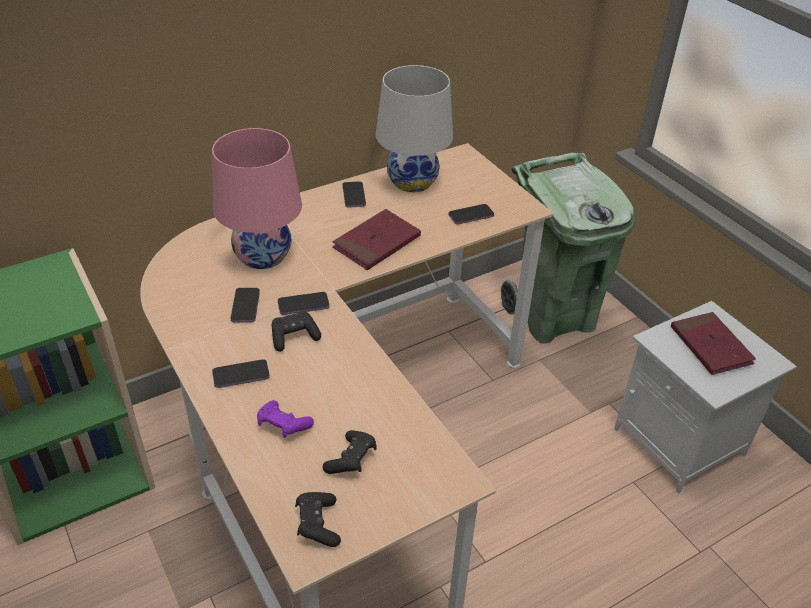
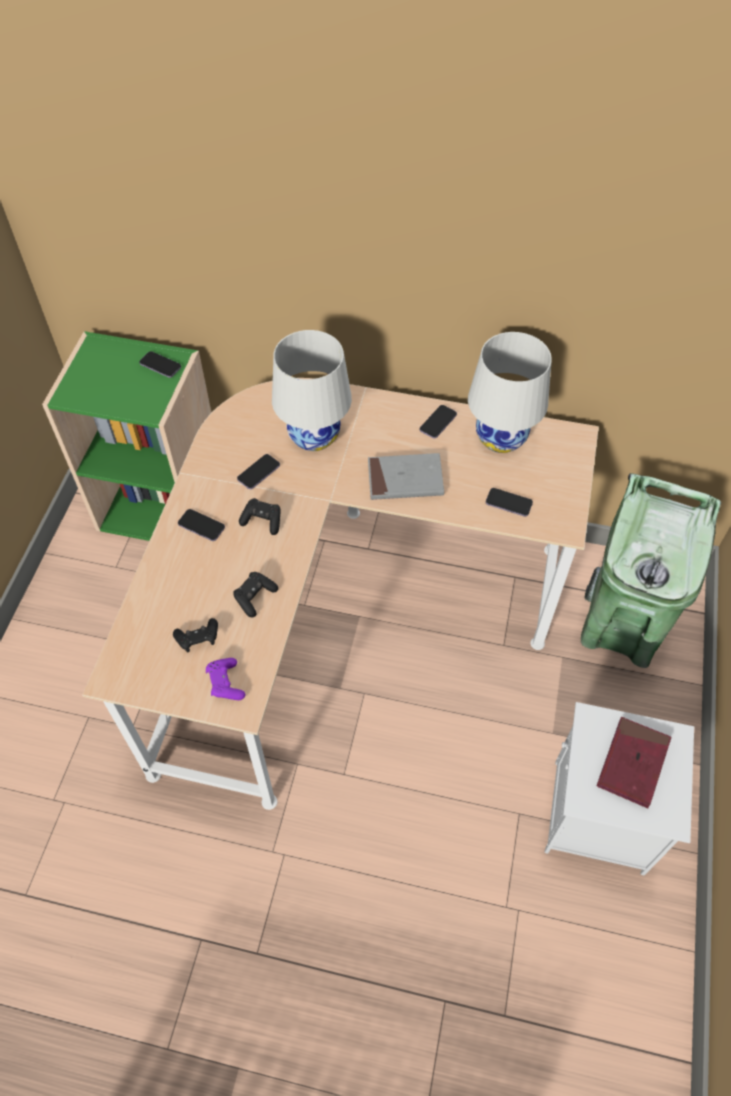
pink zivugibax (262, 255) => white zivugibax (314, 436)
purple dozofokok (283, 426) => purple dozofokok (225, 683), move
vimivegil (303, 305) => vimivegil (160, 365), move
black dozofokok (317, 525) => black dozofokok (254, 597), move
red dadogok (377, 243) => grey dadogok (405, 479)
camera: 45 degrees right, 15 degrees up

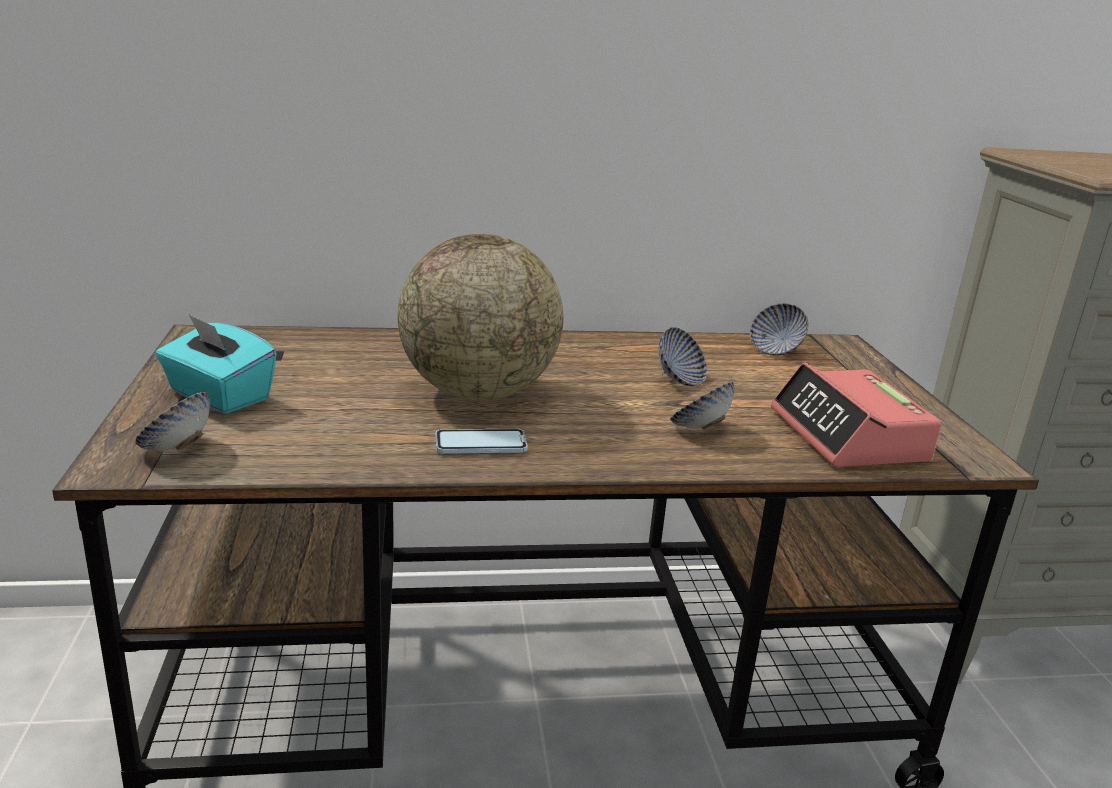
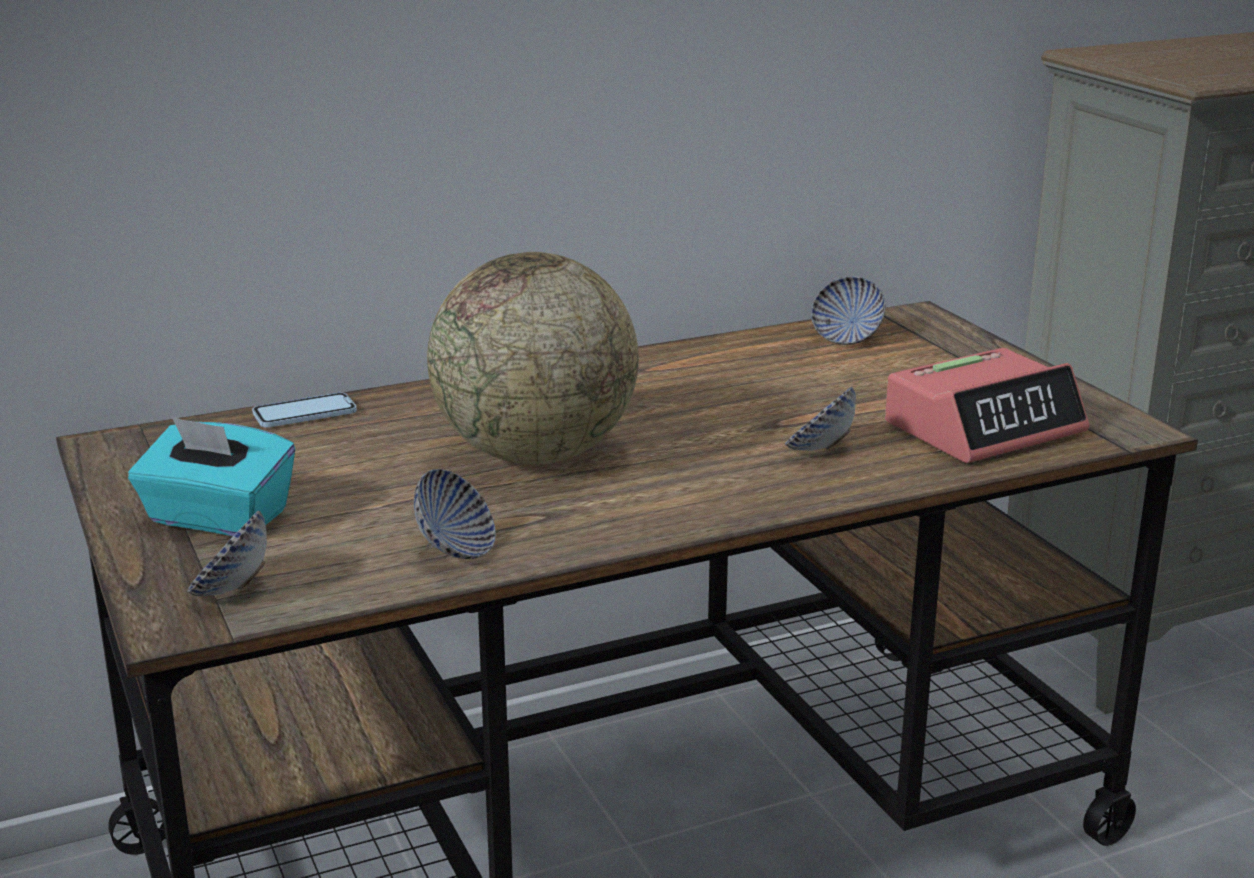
vimivegil (481, 444) => vimivegil (305, 414), move
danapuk (679, 380) => danapuk (455, 549), move
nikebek (848, 436) => nikebek (984, 427), 90 degrees counterclockwise
camera: 15 degrees left, 0 degrees up

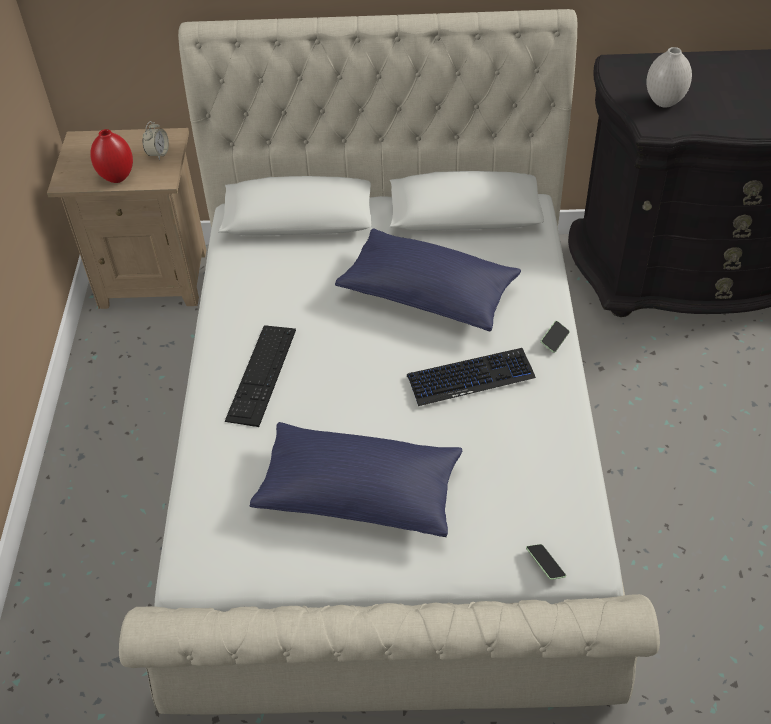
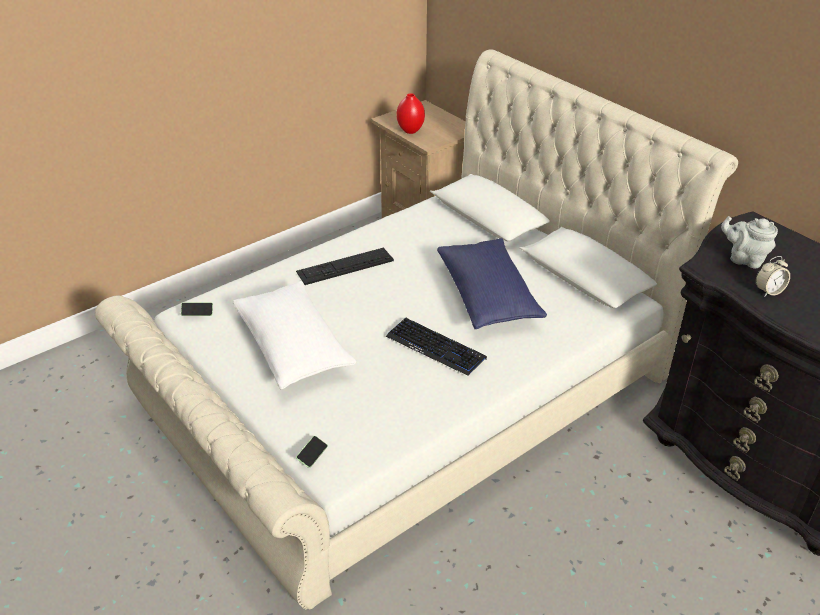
nikebek (158, 154) => nikebek (768, 291), move
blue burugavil (359, 494) => white burugavil (293, 347)
vimivegil (554, 340) => vimivegil (197, 312), move
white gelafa (664, 102) => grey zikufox (744, 259)
camera: 50 degrees right, 10 degrees down

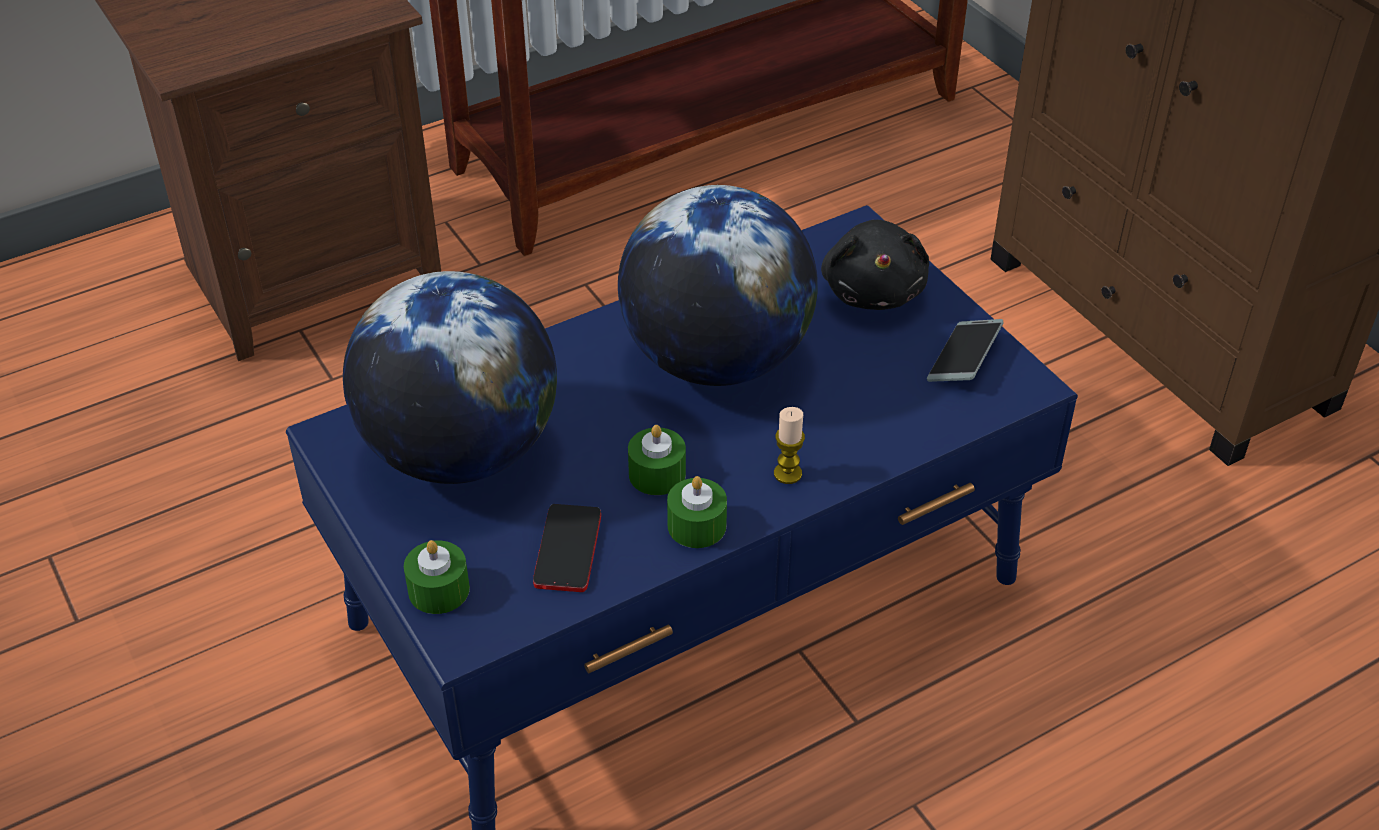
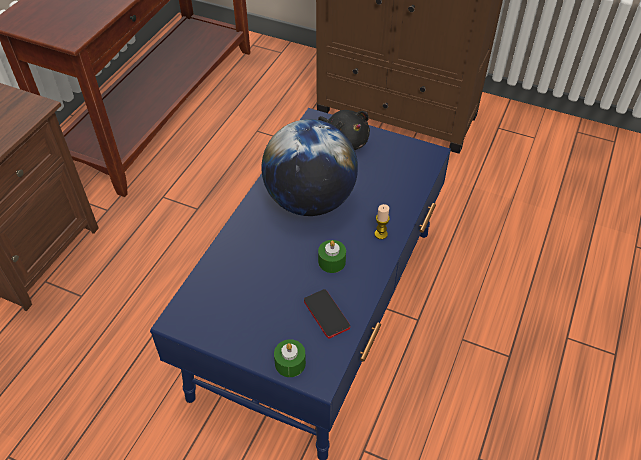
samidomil (460, 452) => nothing
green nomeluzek (697, 525) => nothing
vimivegil (964, 358) => nothing
camera: 35 degrees left, 5 degrees up

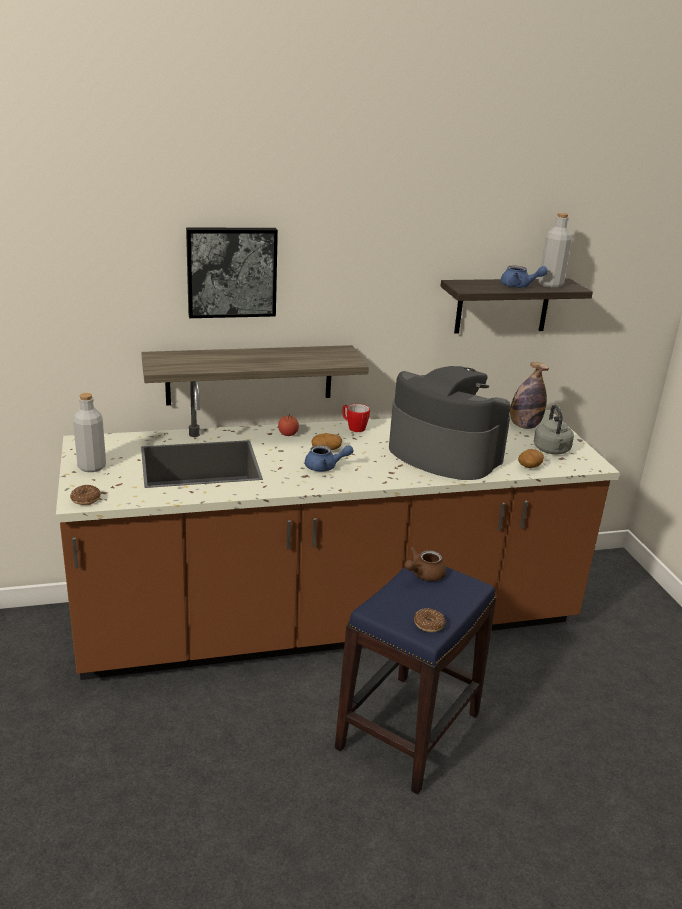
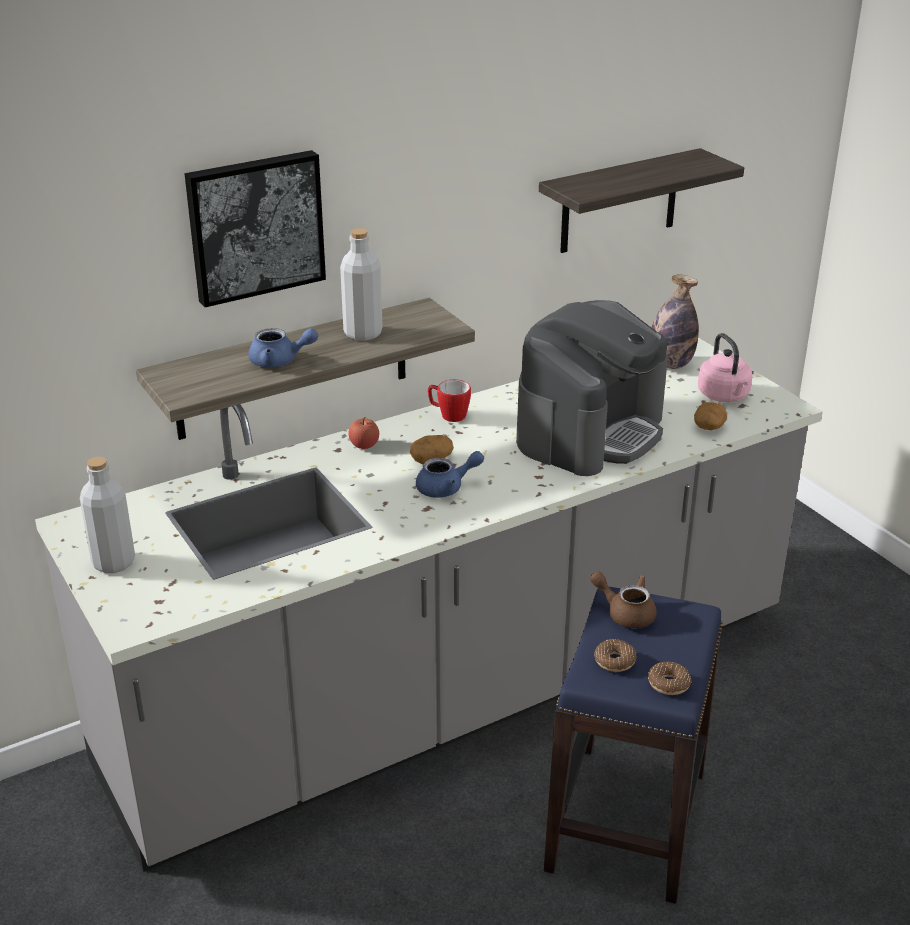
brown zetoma (330, 622) => grey zetoma (455, 692)
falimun (86, 499) => falimun (614, 661), move
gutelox (443, 454) => gutelox (590, 431), 105 degrees clockwise
brown zikufox (423, 574) => brown zikufox (625, 612), 90 degrees clockwise
blue zikufox (519, 286) => blue zikufox (280, 361), move
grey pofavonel (552, 451) => pink pofavonel (724, 396)
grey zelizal (550, 284) => grey zelizal (363, 333), move
camera: 15 degrees left, 5 degrees up

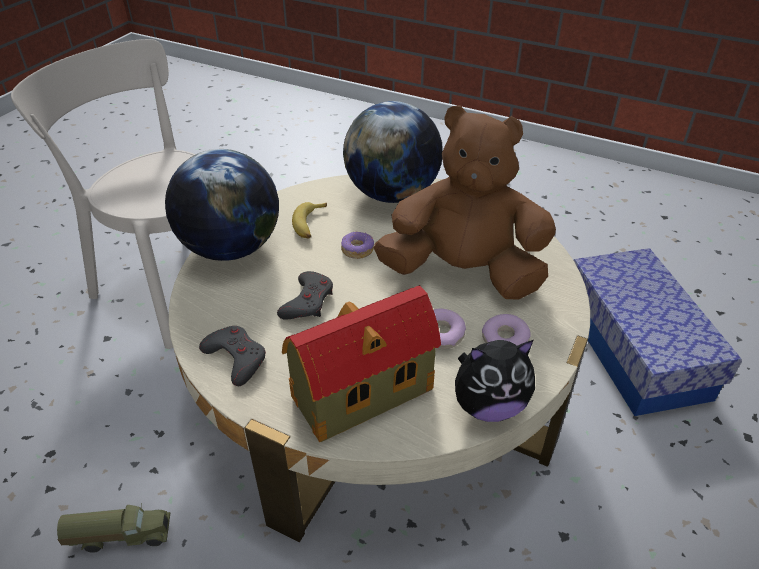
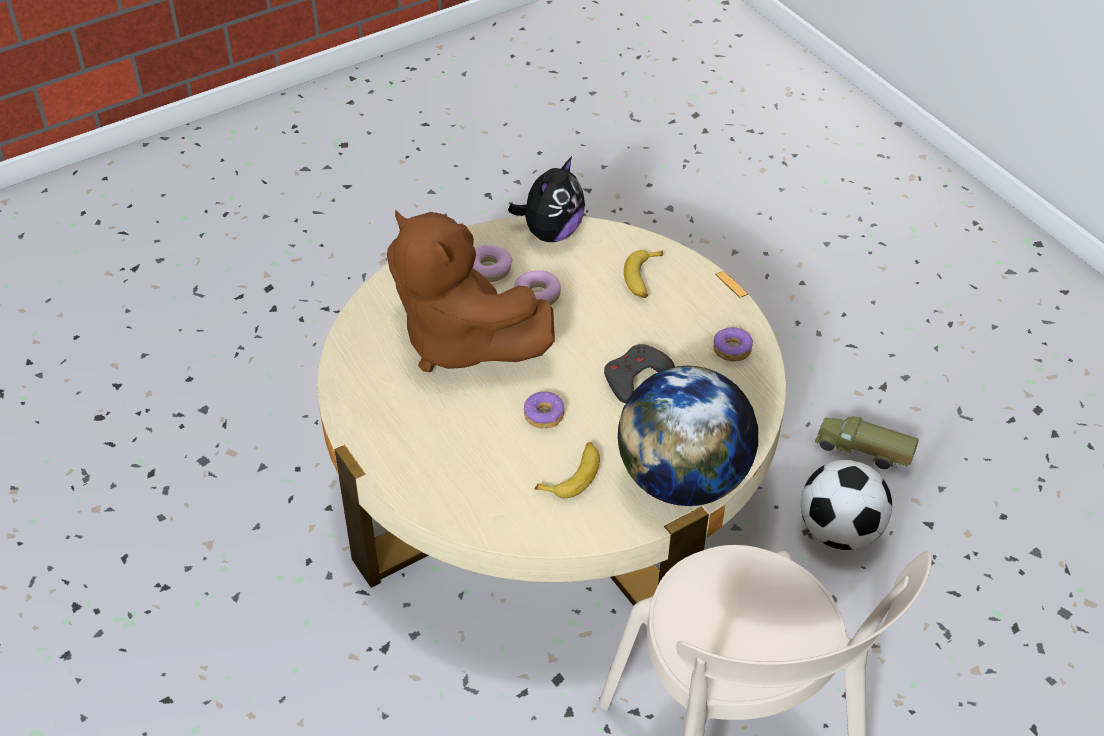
grey dozofokok (236, 358) => falimun (731, 349)
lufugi (359, 394) => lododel (643, 279)
samidomil (392, 194) => nothing
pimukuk (488, 405) => pimukuk (551, 232), 105 degrees clockwise
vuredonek (635, 349) => nothing
nothing => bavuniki (839, 531)
camera: 150 degrees left, 5 degrees up

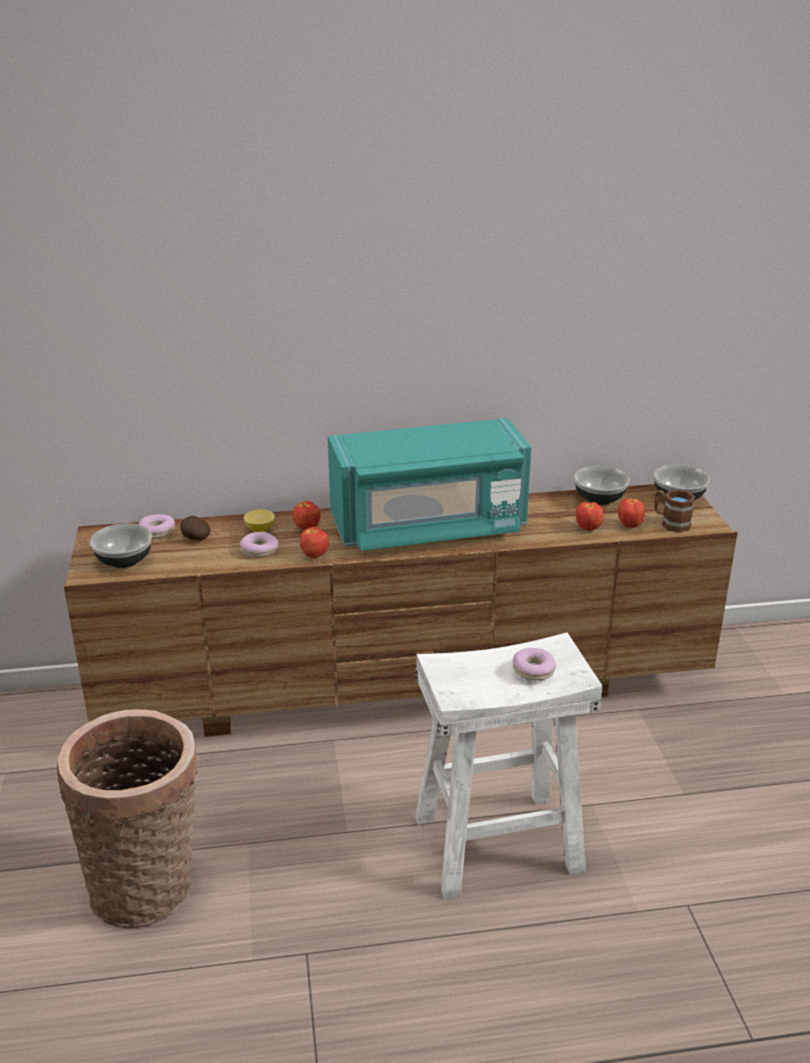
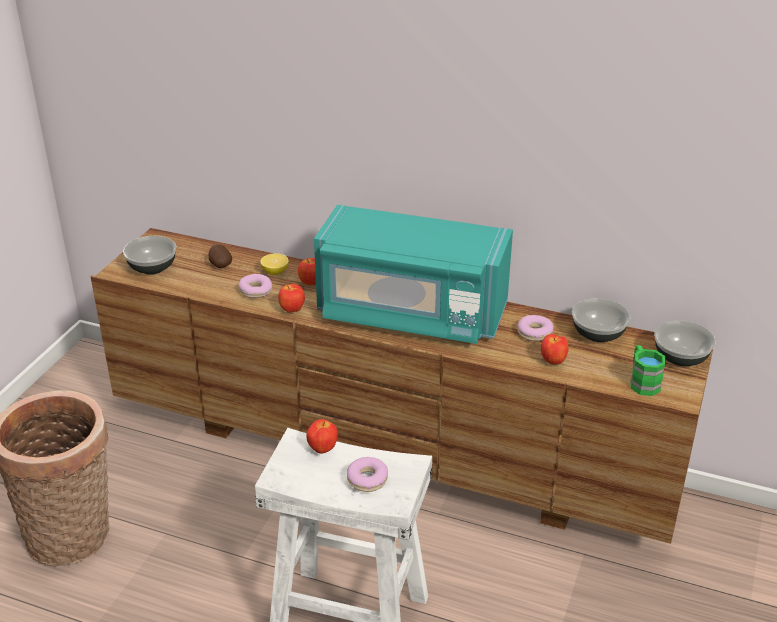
falimun (157, 531) => falimun (535, 333), move
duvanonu (629, 526) => duvanonu (322, 449), move
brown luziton (670, 522) => green luziton (642, 382)
camera: 30 degrees right, 5 degrees up

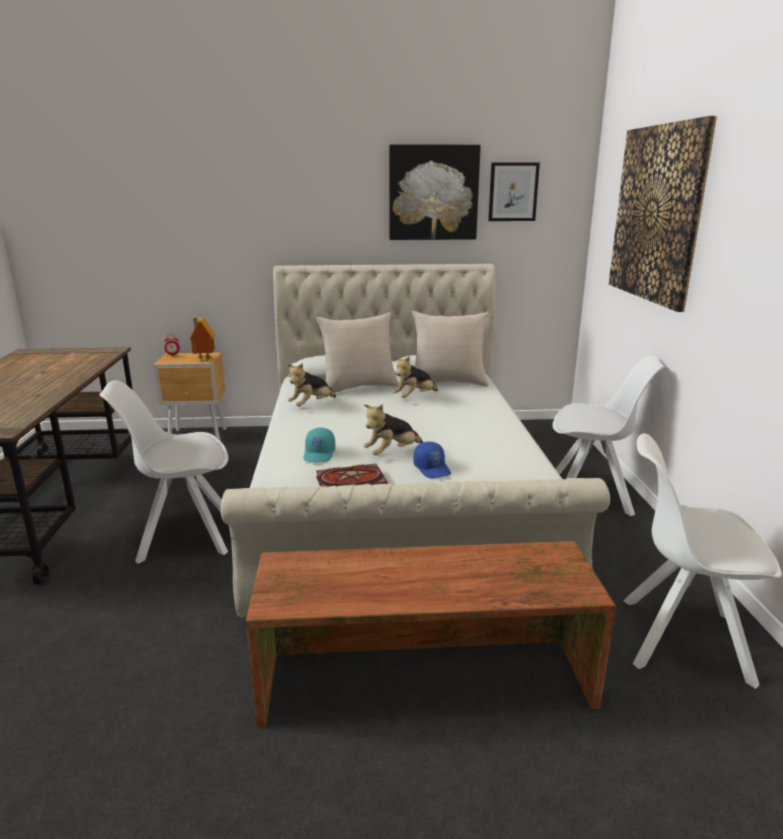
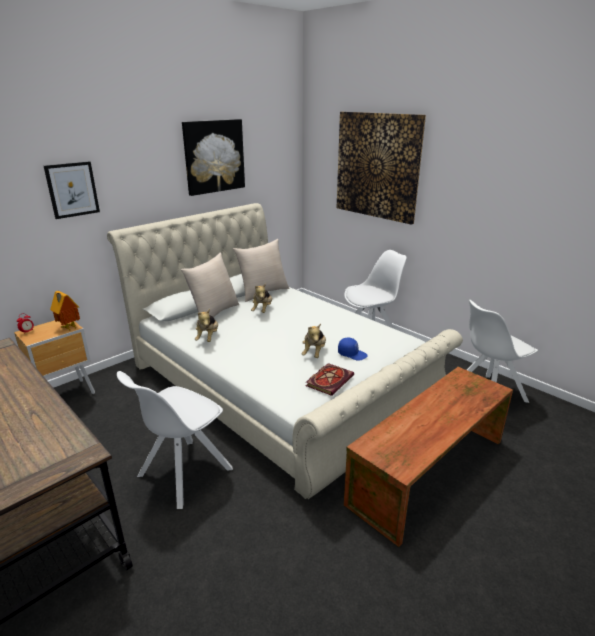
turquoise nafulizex (319, 454) => nothing
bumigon (513, 192) => bumigon (72, 189), move
camera: 40 degrees left, 5 degrees up

